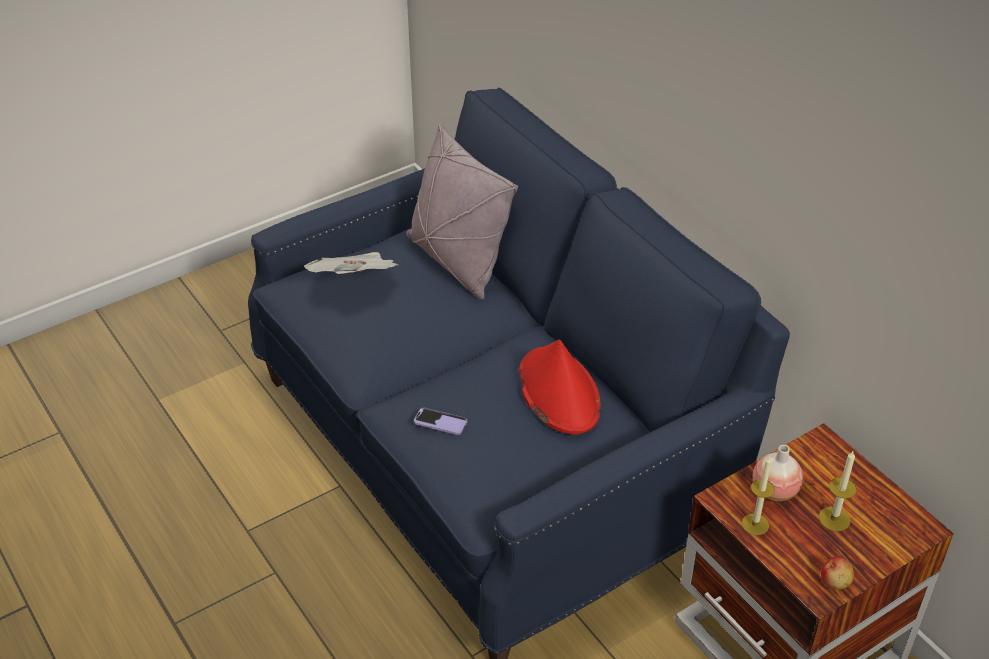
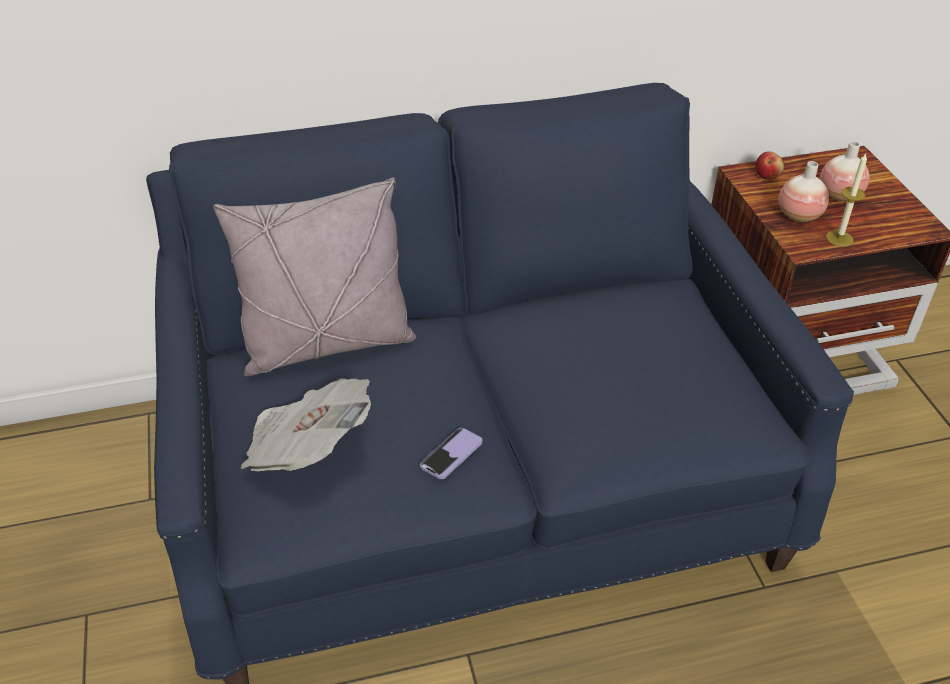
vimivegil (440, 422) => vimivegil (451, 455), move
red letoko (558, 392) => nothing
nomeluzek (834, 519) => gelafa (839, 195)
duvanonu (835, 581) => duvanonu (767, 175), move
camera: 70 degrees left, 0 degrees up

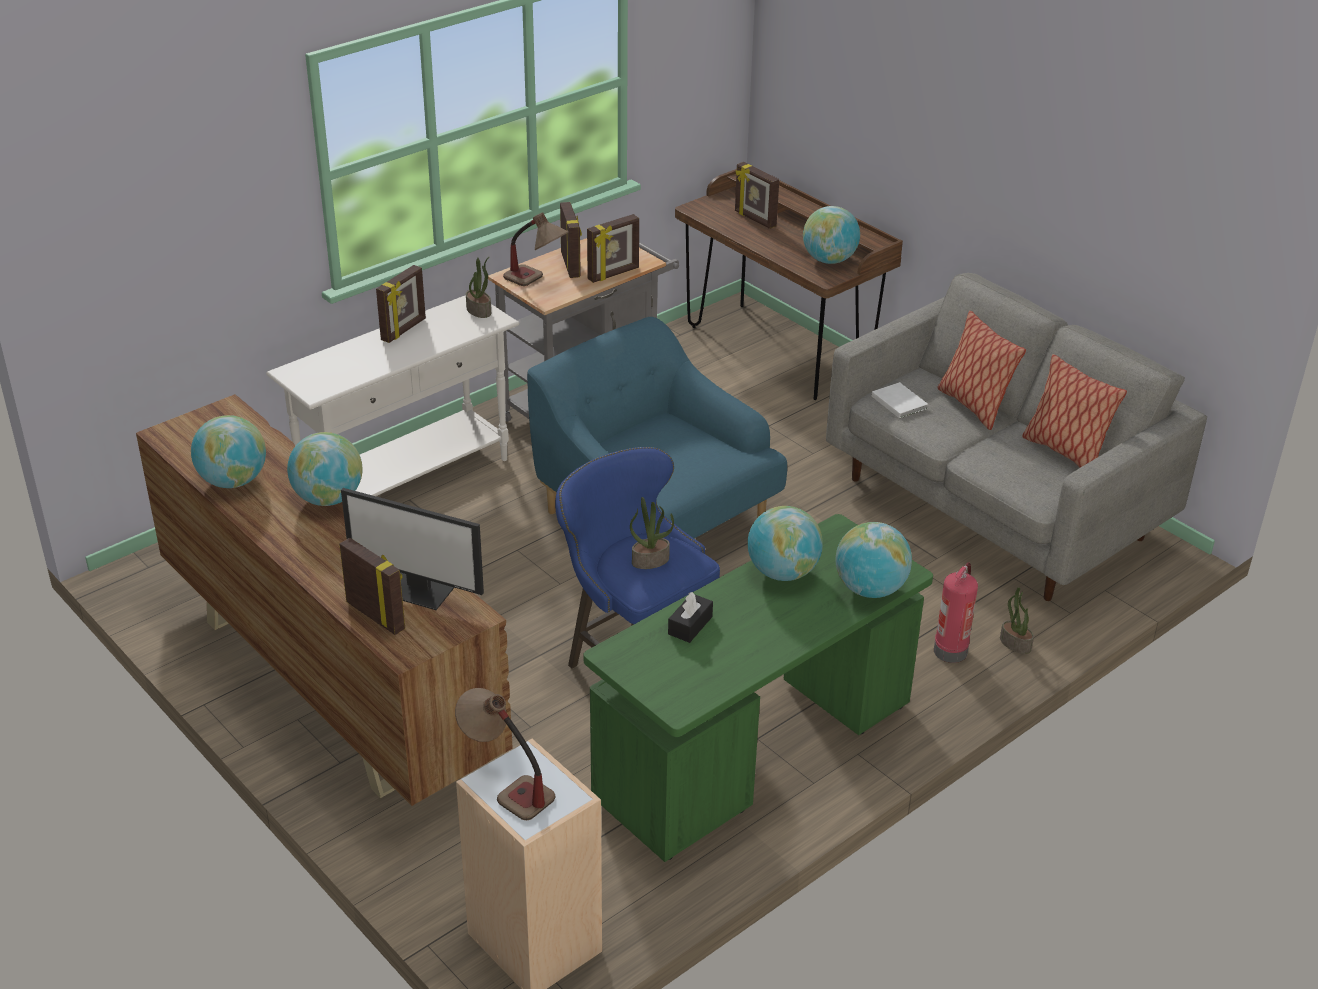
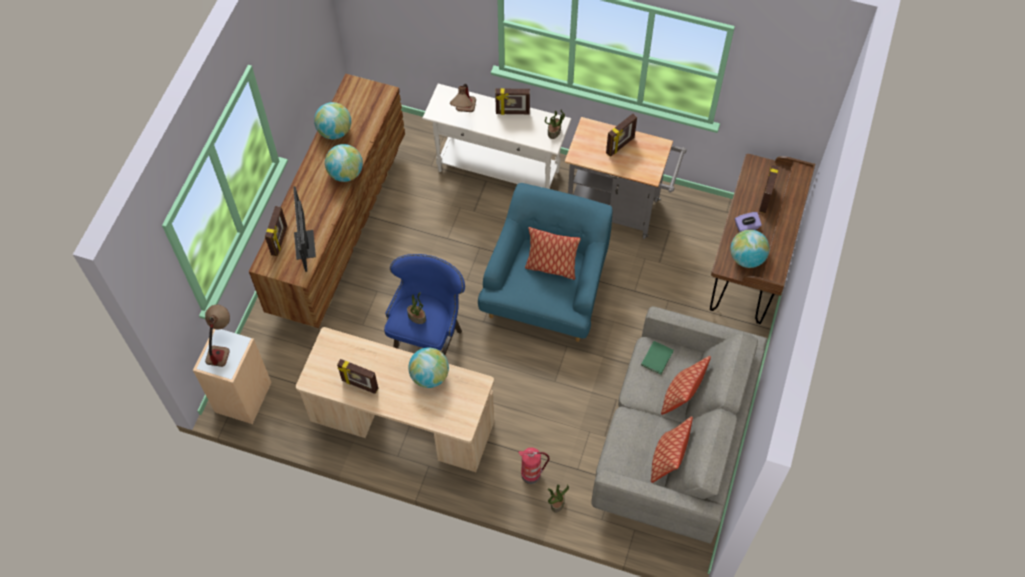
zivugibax (537, 283) => zivugibax (464, 113), move
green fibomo (755, 752) => beige fibomo (402, 422)
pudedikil (614, 274) => pudedikil (359, 385), move
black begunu (690, 625) => nothing
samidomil (870, 589) => nothing
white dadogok (899, 401) => green dadogok (658, 357)
nothing => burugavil (551, 267)
nothing => purple begunu (746, 227)
camera: 60 degrees right, 25 degrees up

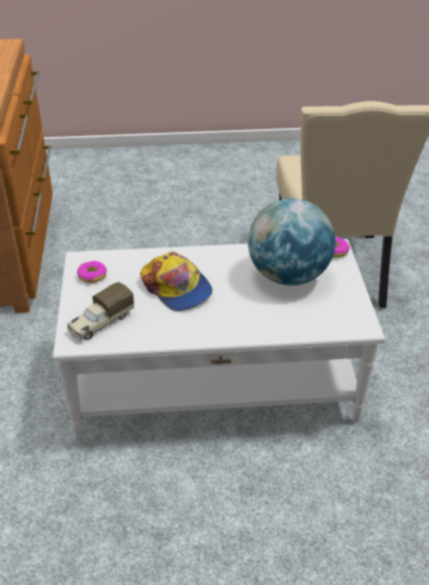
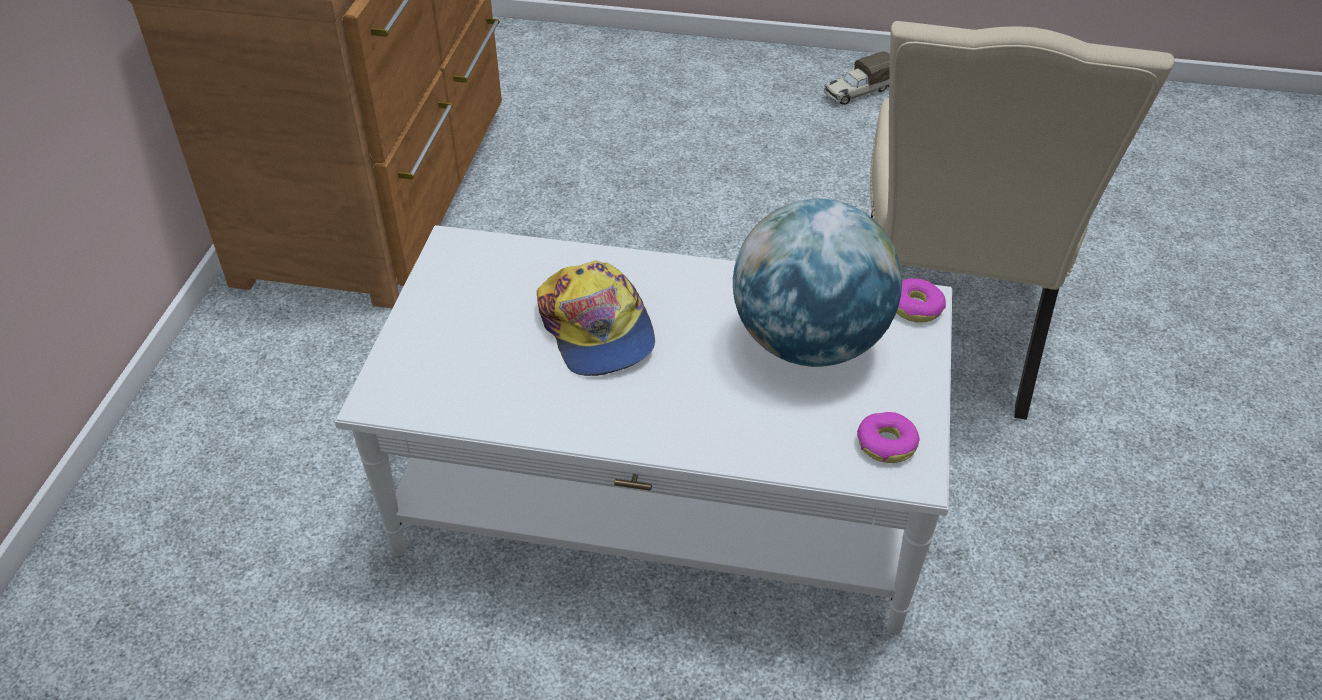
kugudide (100, 323) => kugudide (857, 92), move
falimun (92, 276) => falimun (886, 444), move
camera: 15 degrees right, 5 degrees up

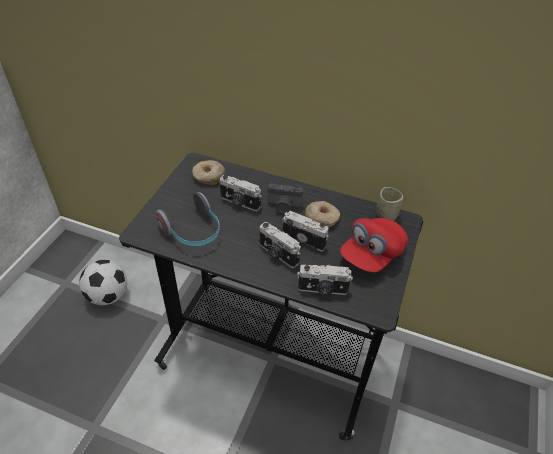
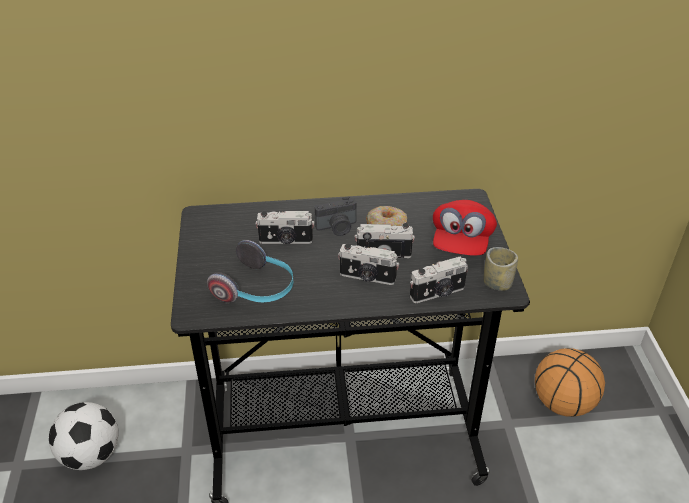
falimun (208, 176) => nothing
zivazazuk (386, 215) => zivazazuk (497, 283), move
nothing => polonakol (564, 403)
camera: 25 degrees left, 5 degrees down

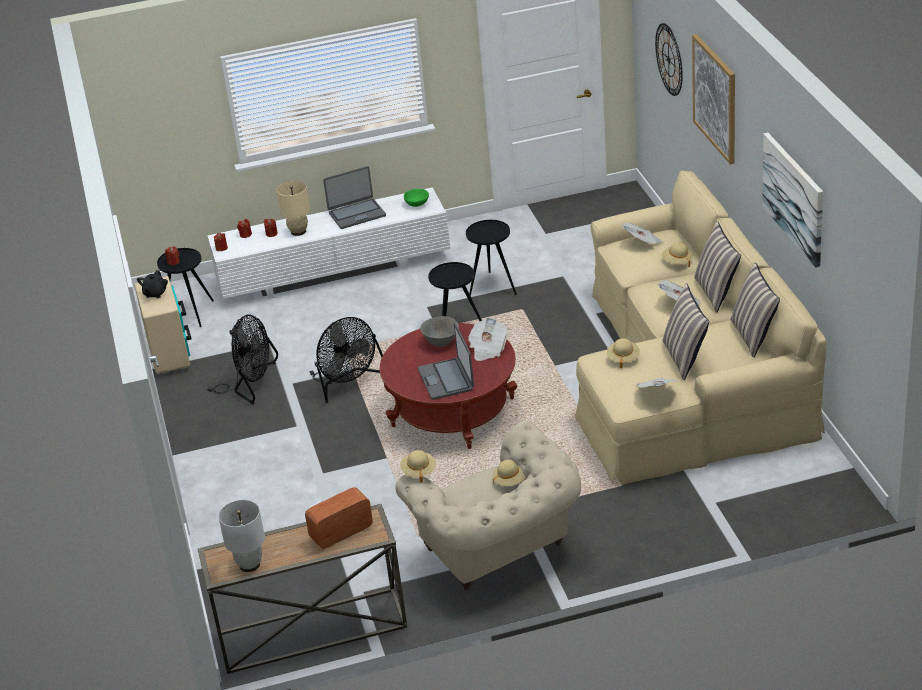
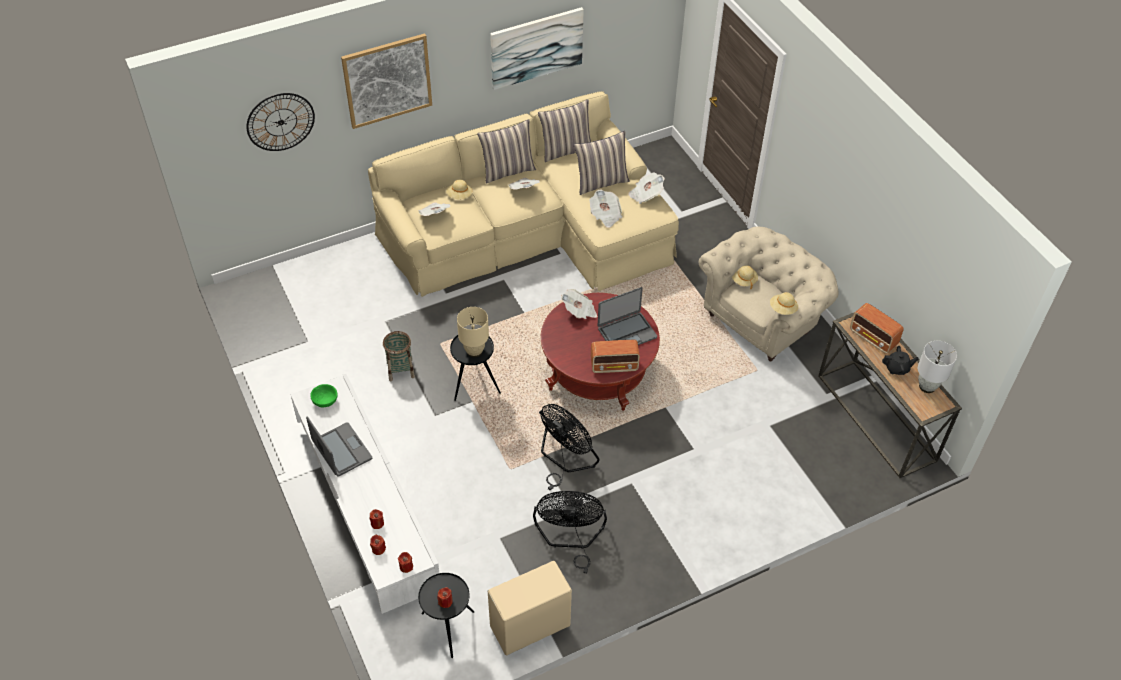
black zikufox (155, 294) => black zikufox (897, 368), move
beige zivugibax (298, 231) => beige zivugibax (474, 351), move
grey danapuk (440, 342) => nothing
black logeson (492, 286) => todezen (400, 370)
beige letoko (623, 358) => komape (605, 215)
nothing => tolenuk (614, 366)
camera: 105 degrees left, 15 degrees up

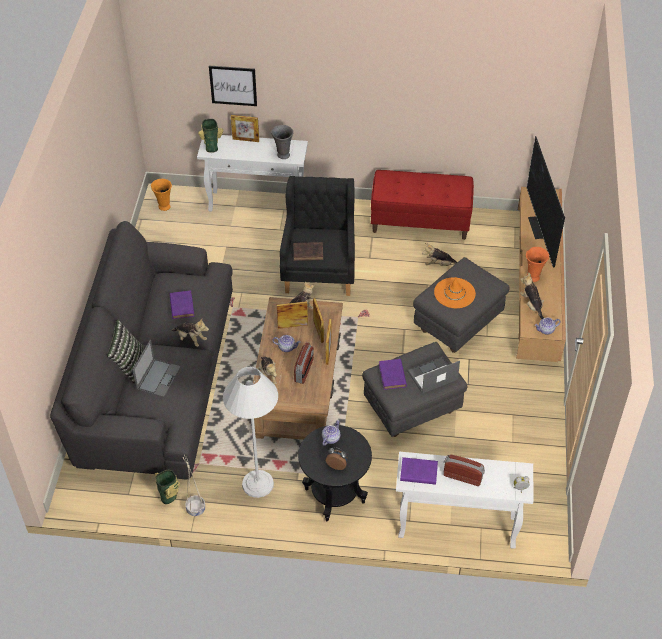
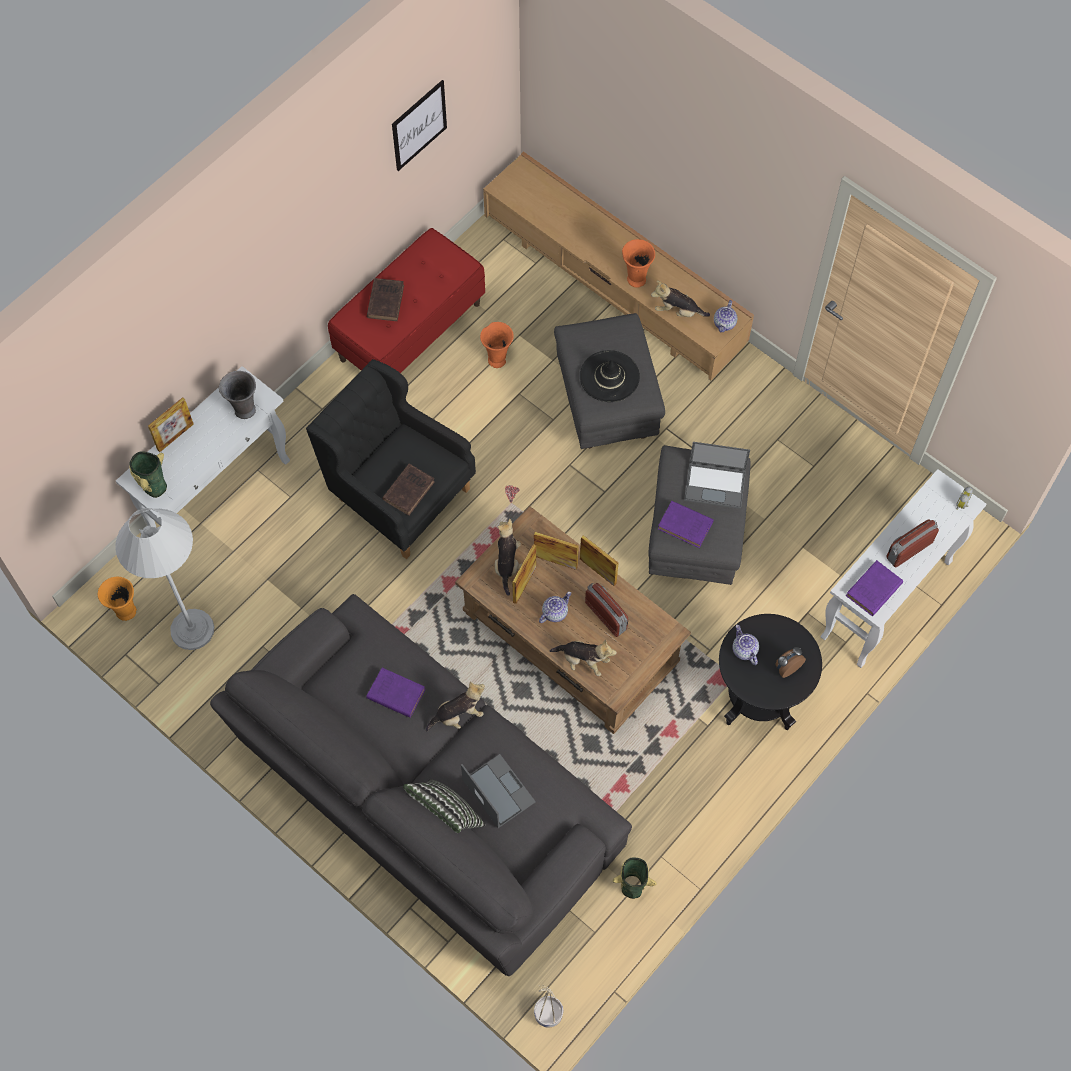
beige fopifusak (195, 508) => beige fopifusak (547, 1013), move
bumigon (233, 85) => bumigon (419, 125), move
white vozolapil (257, 484) => white vozolapil (192, 629), move
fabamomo (432, 376) => fabamomo (716, 484), 90 degrees counterclockwise
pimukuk (439, 264) => orange gelafa (497, 359)
orange letoko (454, 293) => black letoko (609, 376)
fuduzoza (540, 227) => nothing
nothing => brown dadogok (386, 300)
camera: 55 degrees left, 15 degrees up

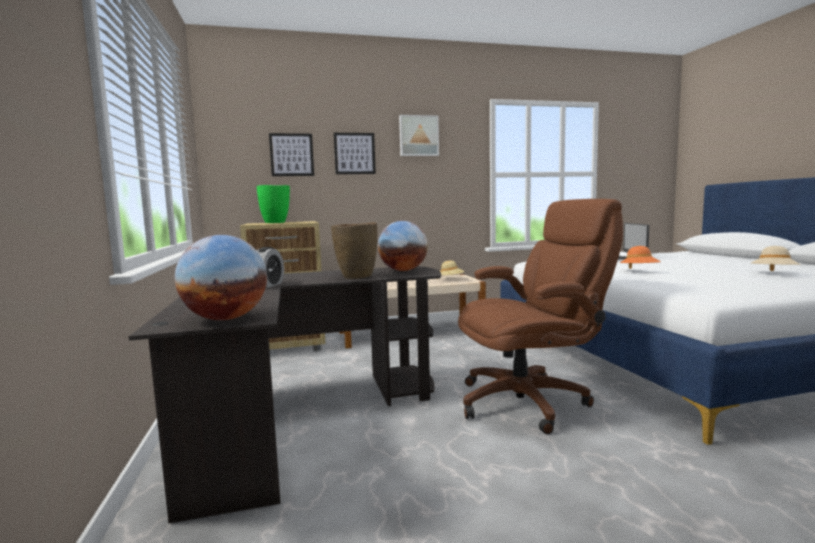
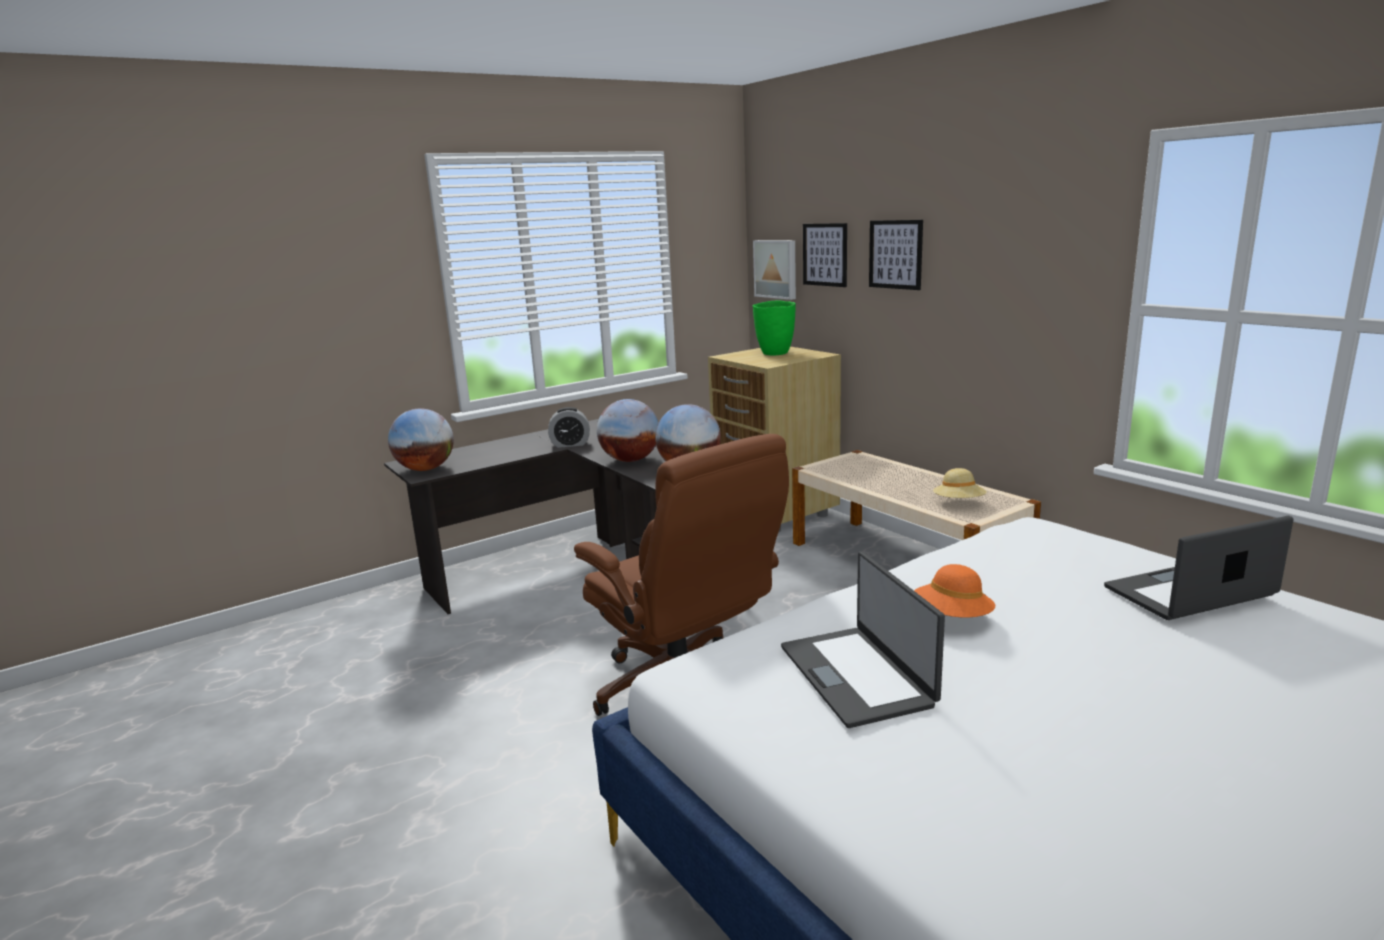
brown gelafa (356, 277) => samidomil (630, 460)
bumigon (418, 136) => bumigon (776, 269), move
beige letoko (774, 273) => nothing
nothing => fabamomo (857, 675)
camera: 70 degrees right, 10 degrees up

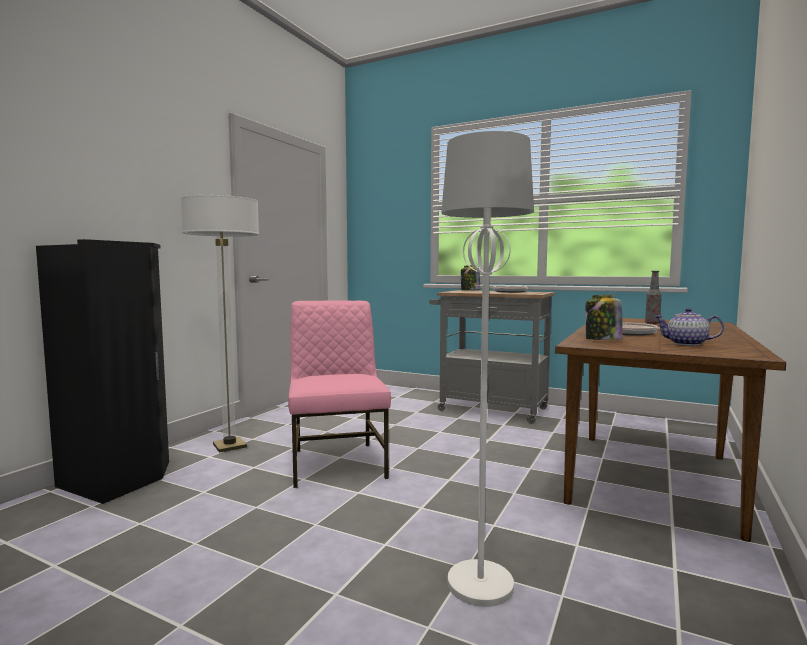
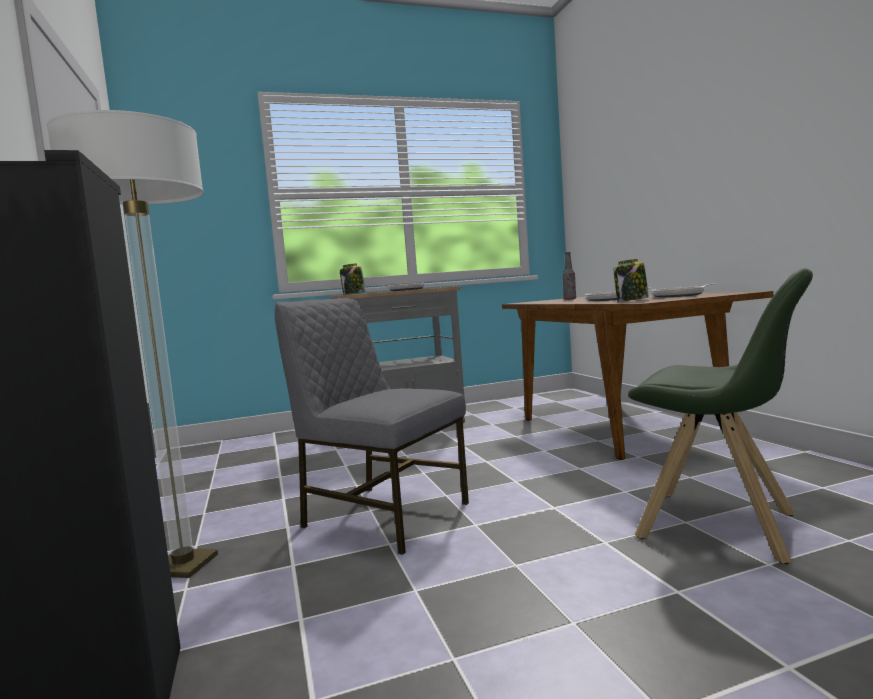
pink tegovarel (337, 463) => grey tegovarel (382, 515)
white vozolapil (480, 585) => green tegovarel (718, 525)
zikufox (686, 344) => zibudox (680, 295)
camera: 45 degrees left, 0 degrees up

